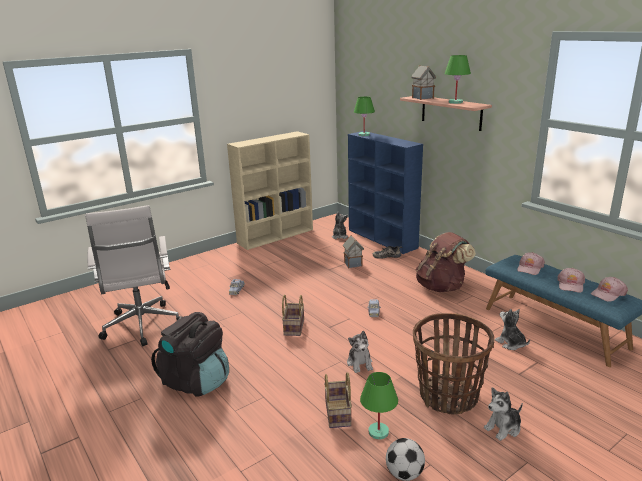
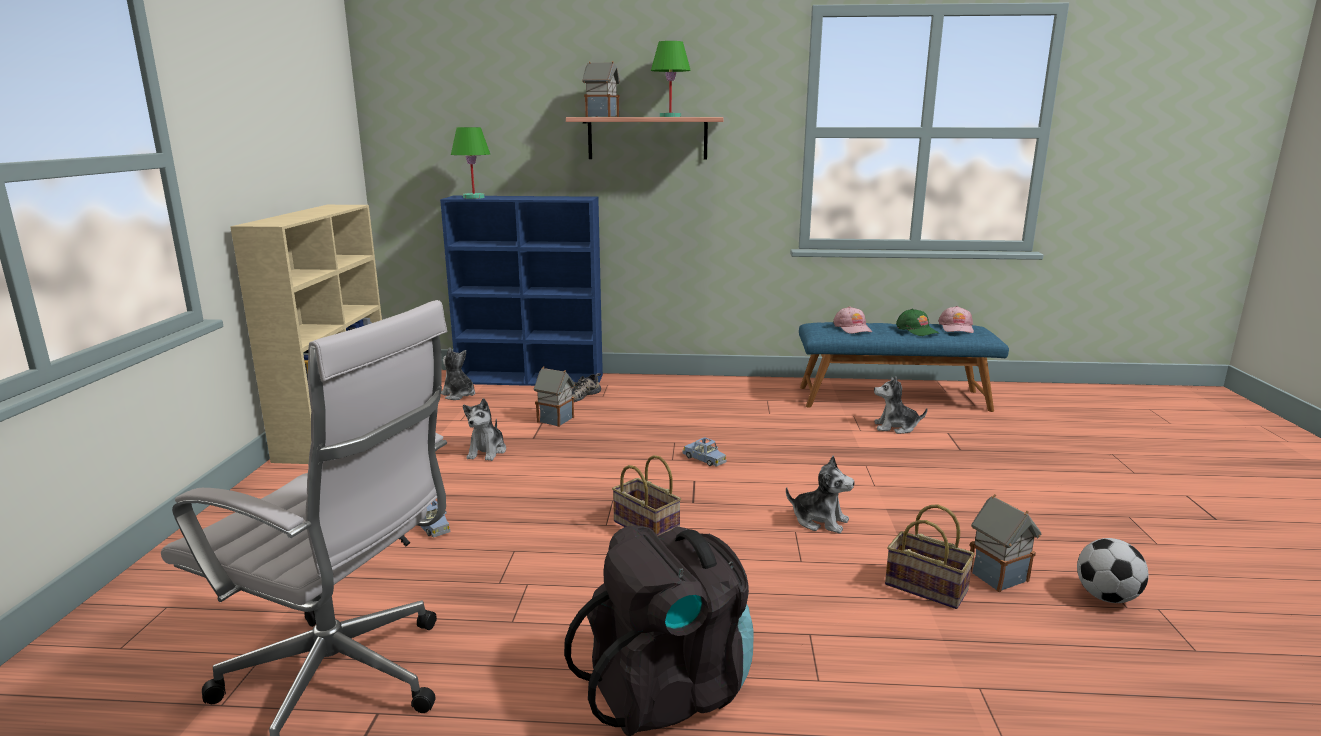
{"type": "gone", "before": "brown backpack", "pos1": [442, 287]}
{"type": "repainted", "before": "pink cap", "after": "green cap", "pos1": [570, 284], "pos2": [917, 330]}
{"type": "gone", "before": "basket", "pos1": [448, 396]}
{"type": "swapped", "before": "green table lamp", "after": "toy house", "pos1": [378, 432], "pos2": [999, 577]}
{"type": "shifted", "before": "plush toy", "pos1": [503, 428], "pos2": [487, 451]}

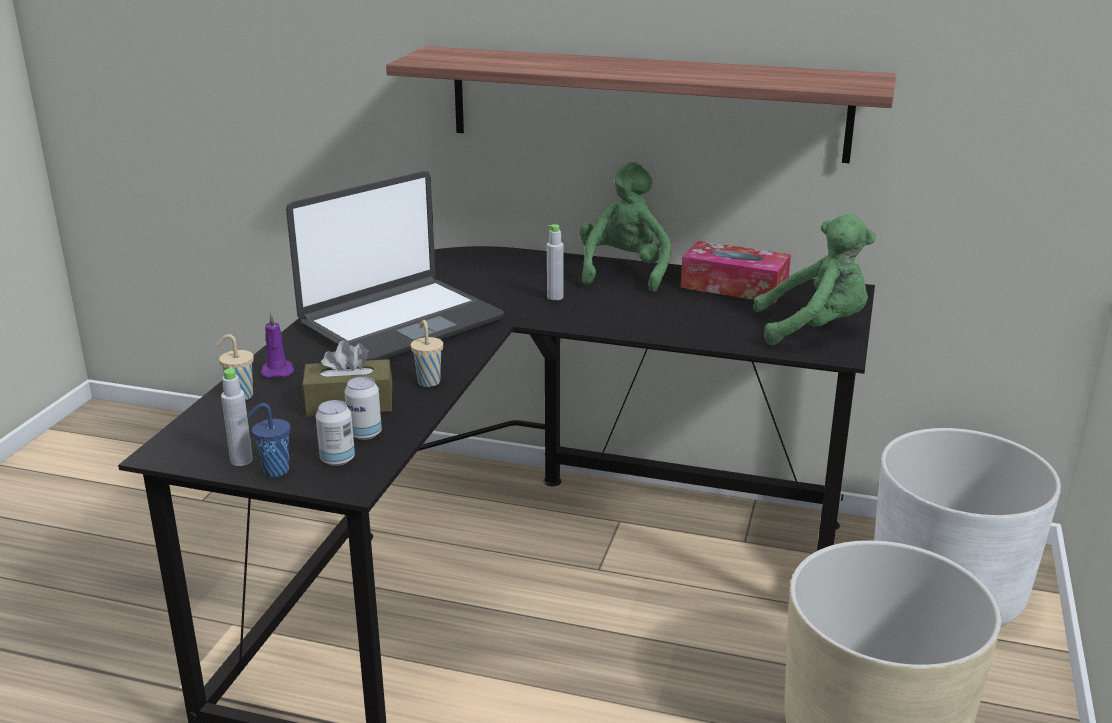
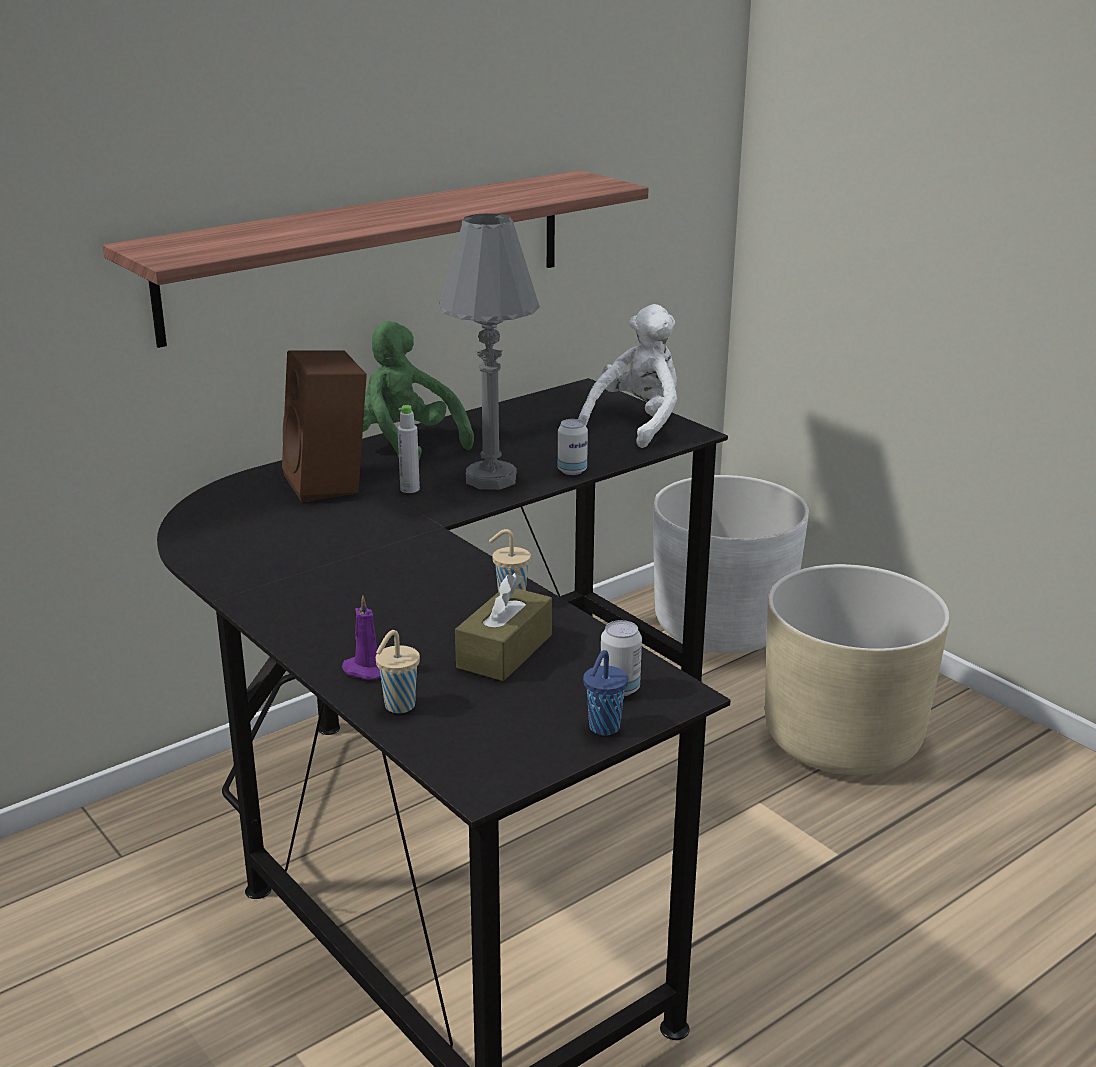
{"type": "gone", "before": "laptop", "pos1": [400, 322]}
{"type": "repainted", "before": "green plush toy", "after": "white plush toy", "pos1": [815, 329], "pos2": [637, 424]}
{"type": "gone", "before": "tissue box", "pos1": [734, 286]}
{"type": "gone", "before": "grey bottle", "pos1": [241, 460]}
{"type": "shifted", "before": "can", "pos1": [365, 434], "pos2": [572, 471]}
{"type": "new", "after": "grey table lamp", "pos2": [491, 479]}
{"type": "new", "after": "brown speaker", "pos2": [330, 484]}

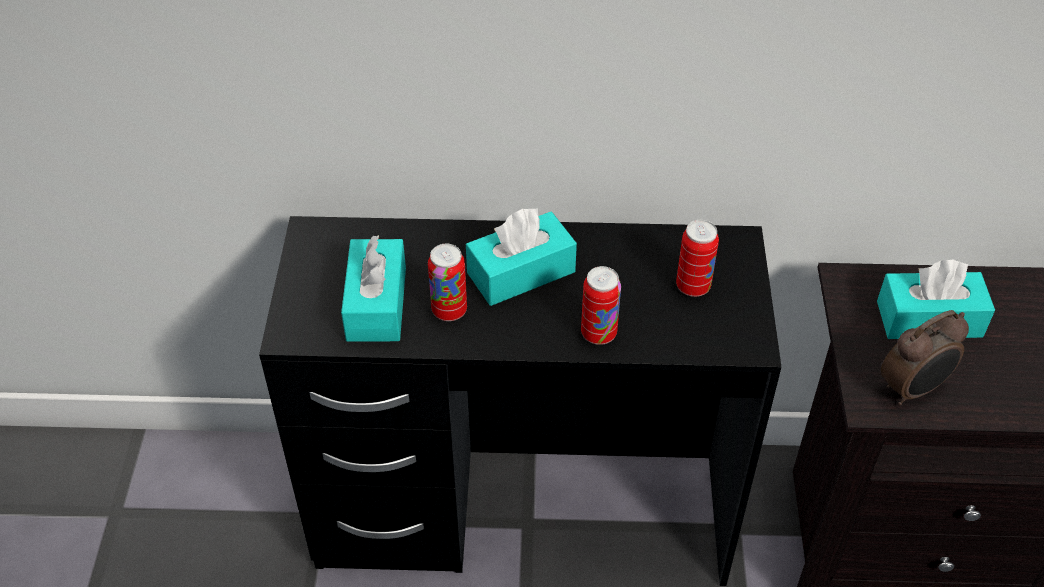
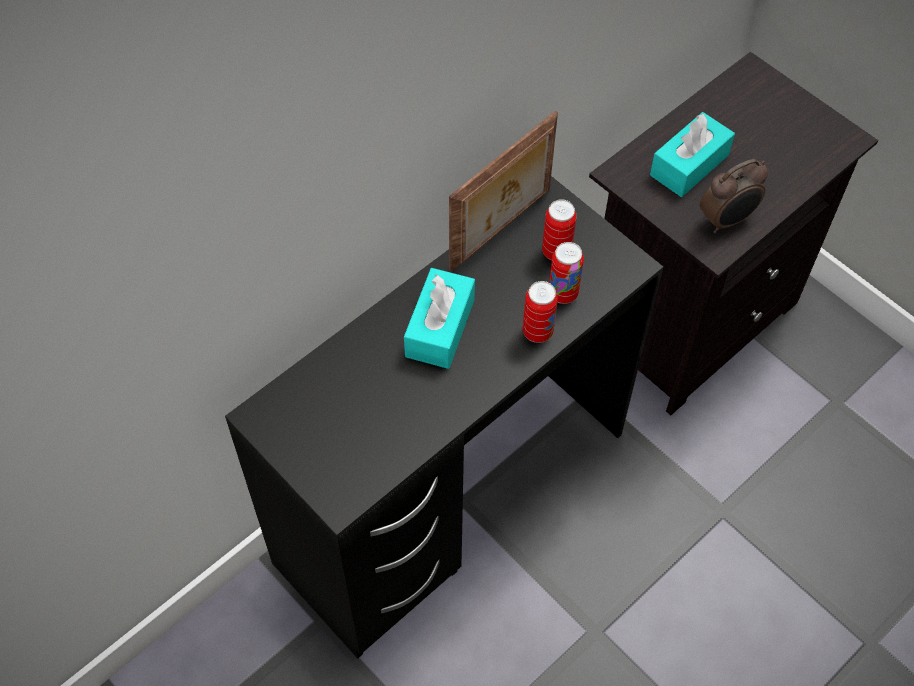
{"type": "gone", "before": "turquoise tissue box", "pos1": [376, 304]}
{"type": "shifted", "before": "can", "pos1": [449, 311], "pos2": [563, 293]}
{"type": "rotated", "before": "alarm clock", "pos1": [913, 389], "pos2": [727, 221], "turn": 45}
{"type": "new", "after": "picture frame", "pos2": [502, 230]}

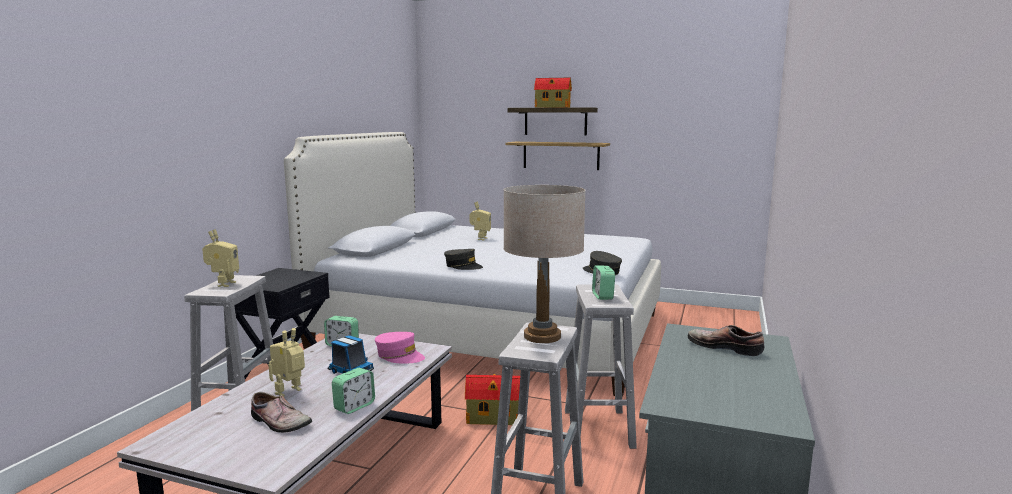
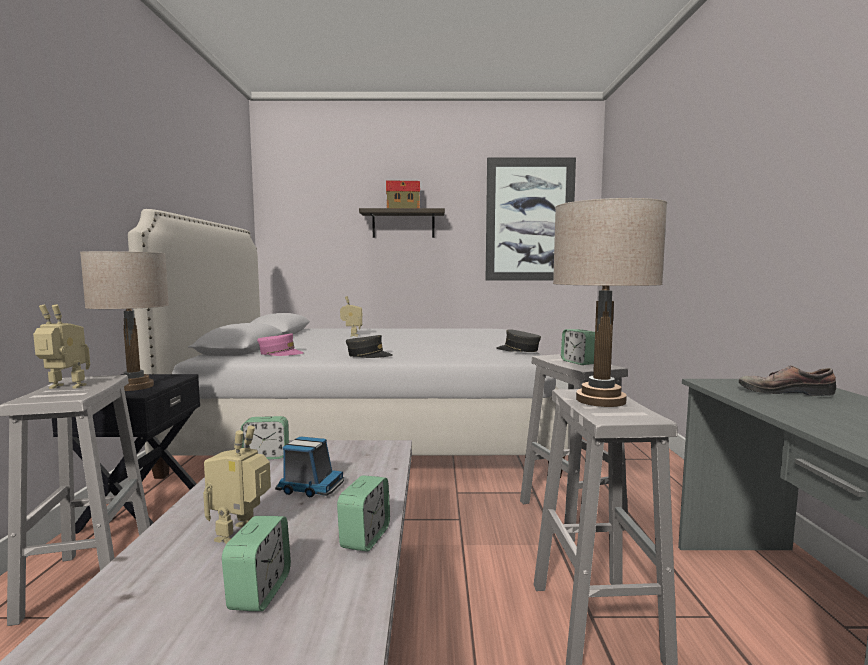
{"type": "gone", "before": "shelf", "pos1": [561, 155]}
{"type": "rotated", "before": "toy robot", "pos1": [223, 284], "pos2": [64, 387], "turn": -75}
{"type": "shifted", "before": "pink cap", "pos1": [399, 356], "pos2": [280, 353]}
{"type": "gone", "before": "toy house", "pos1": [492, 418]}
{"type": "swapped", "before": "shoe", "after": "alarm clock", "pos1": [278, 423], "pos2": [260, 592]}
{"type": "new", "after": "picture", "pos2": [529, 220]}
{"type": "new", "after": "beige table lamp", "pos2": [134, 387]}

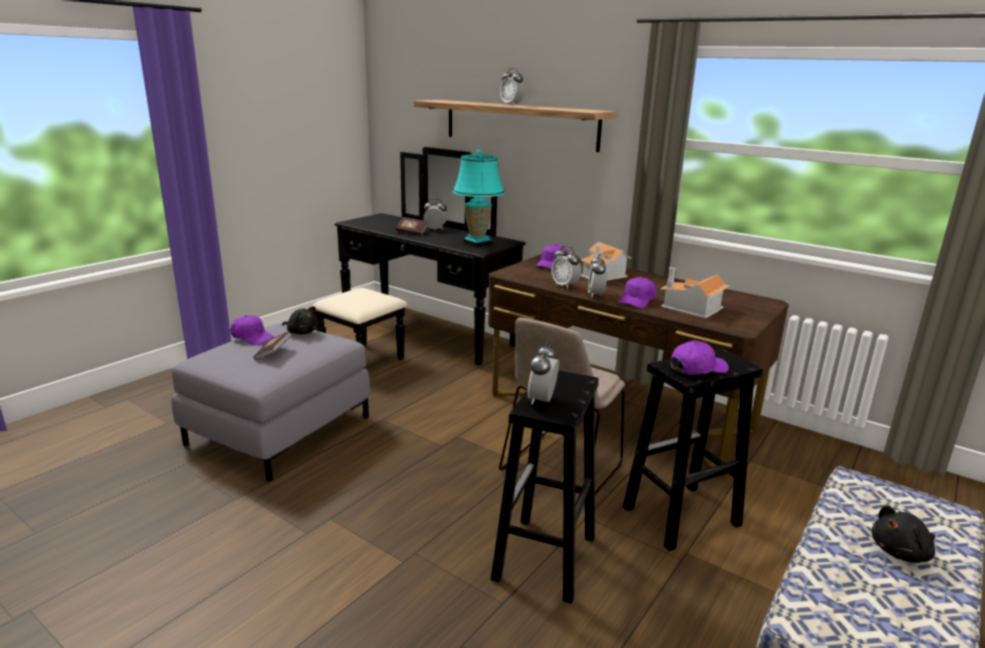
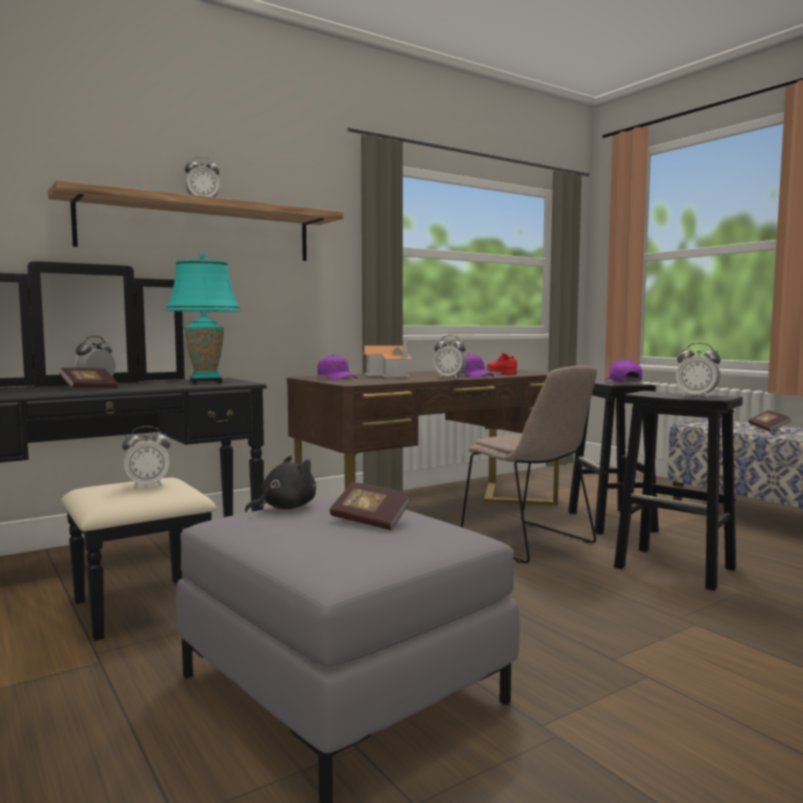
{"type": "shifted", "before": "alarm clock", "pos1": [565, 285], "pos2": [148, 485]}
{"type": "swapped", "before": "toy house", "after": "red shoe", "pos1": [691, 308], "pos2": [500, 373]}
{"type": "gone", "before": "purple cap", "pos1": [252, 337]}
{"type": "swapped", "before": "black plush toy", "after": "book", "pos1": [901, 552], "pos2": [768, 429]}

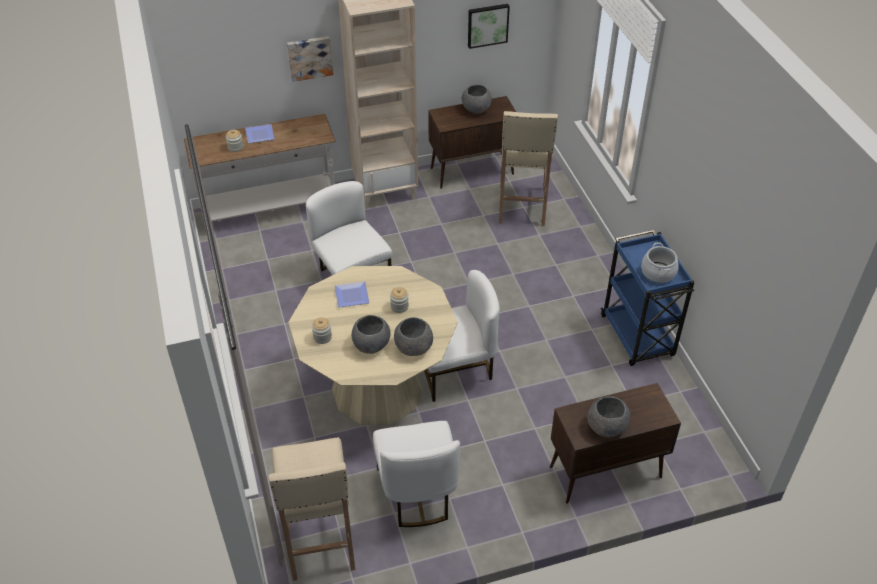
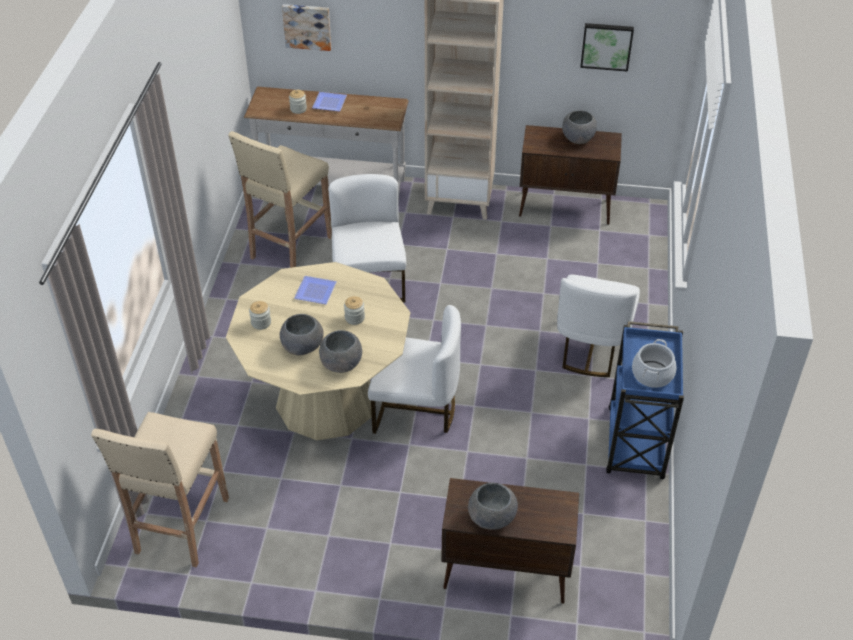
{"type": "shifted", "before": "picture", "pos1": [309, 57], "pos2": [307, 26]}
{"type": "shifted", "before": "beige stool", "pos1": [522, 206], "pos2": [290, 248]}
{"type": "shifted", "before": "white chair", "pos1": [417, 493], "pos2": [591, 348]}

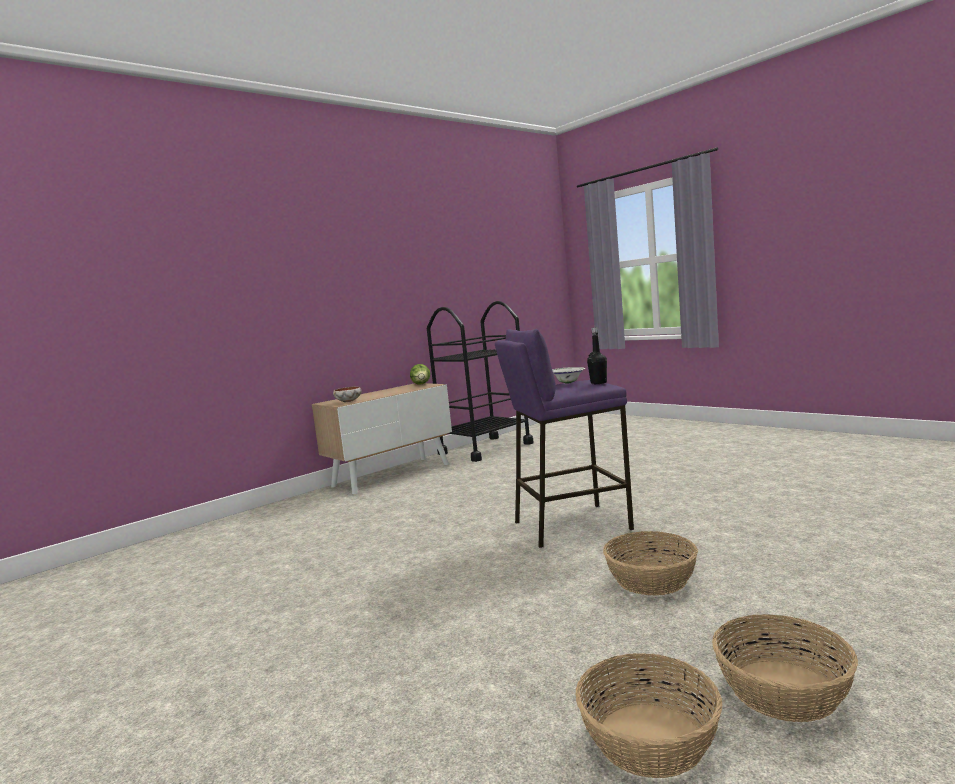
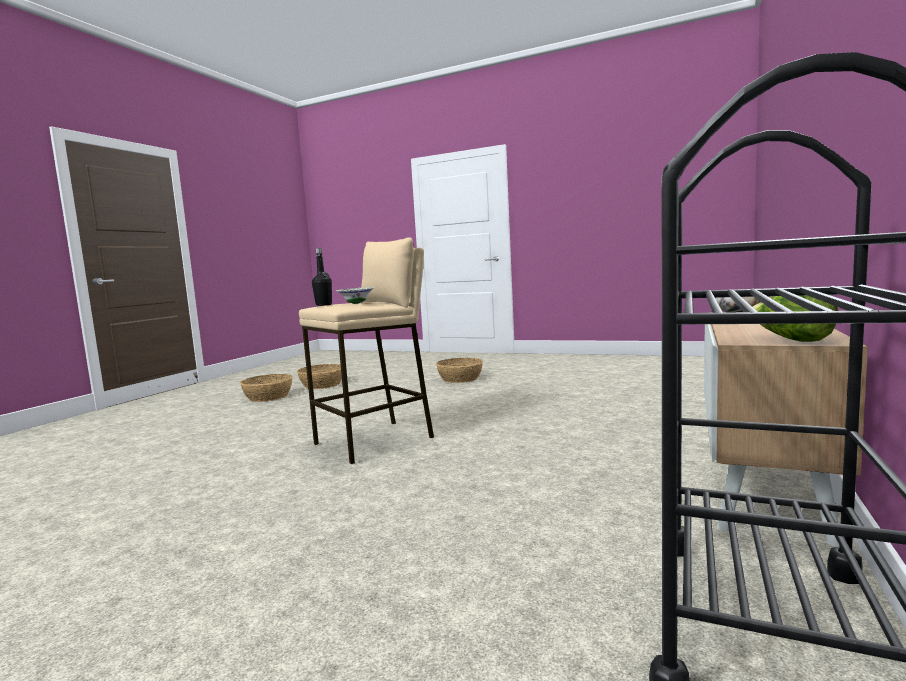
{"type": "repainted", "before": "purple stool", "after": "beige stool", "pos1": [570, 525], "pos2": [375, 441]}
{"type": "shifted", "before": "basket", "pos1": [651, 579], "pos2": [460, 379]}

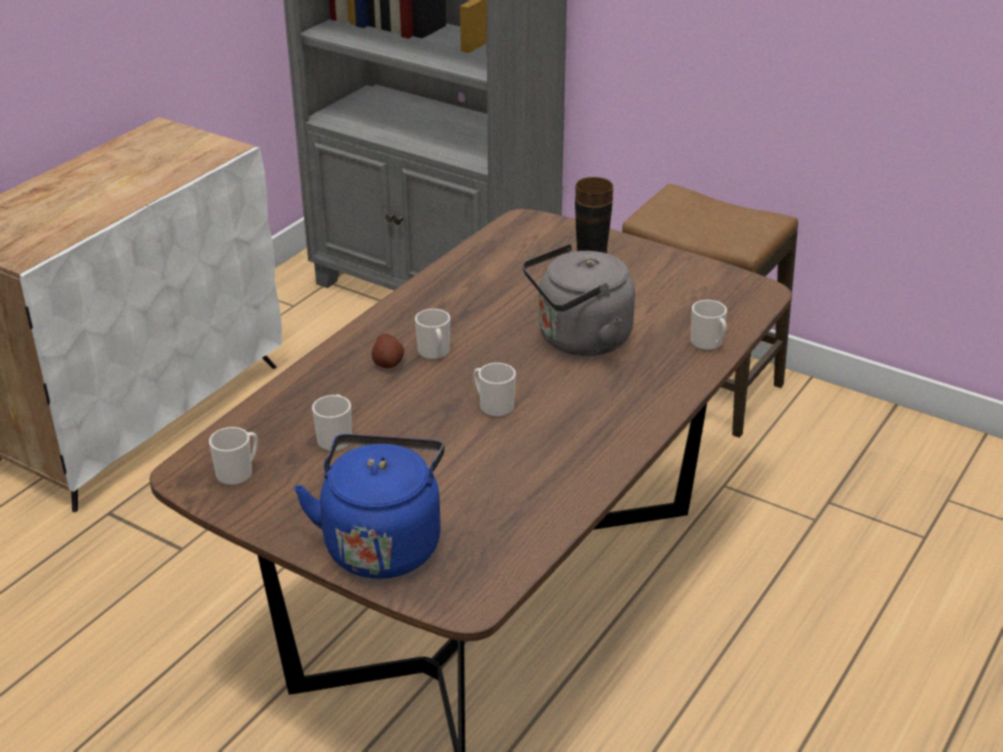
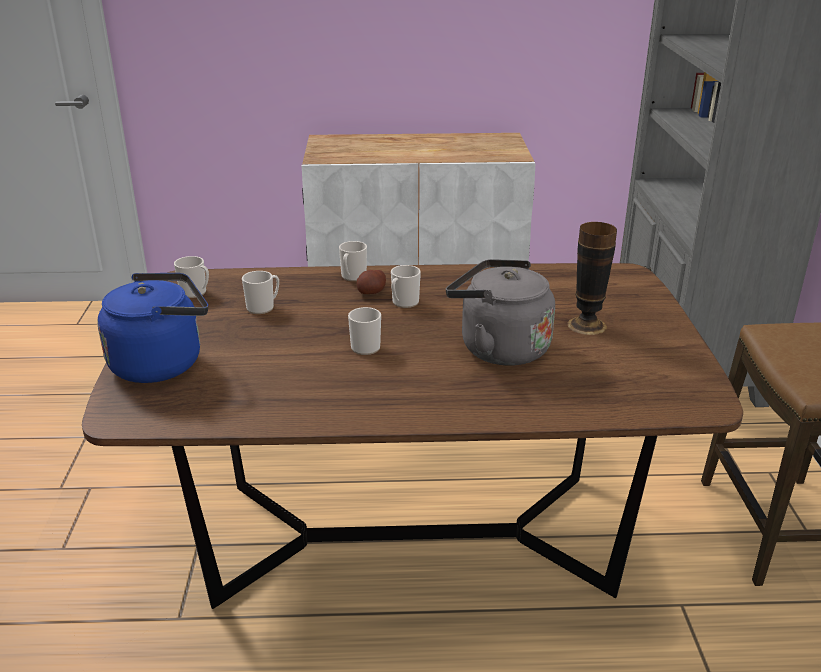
{"type": "shifted", "before": "mug", "pos1": [708, 344], "pos2": [352, 277]}

